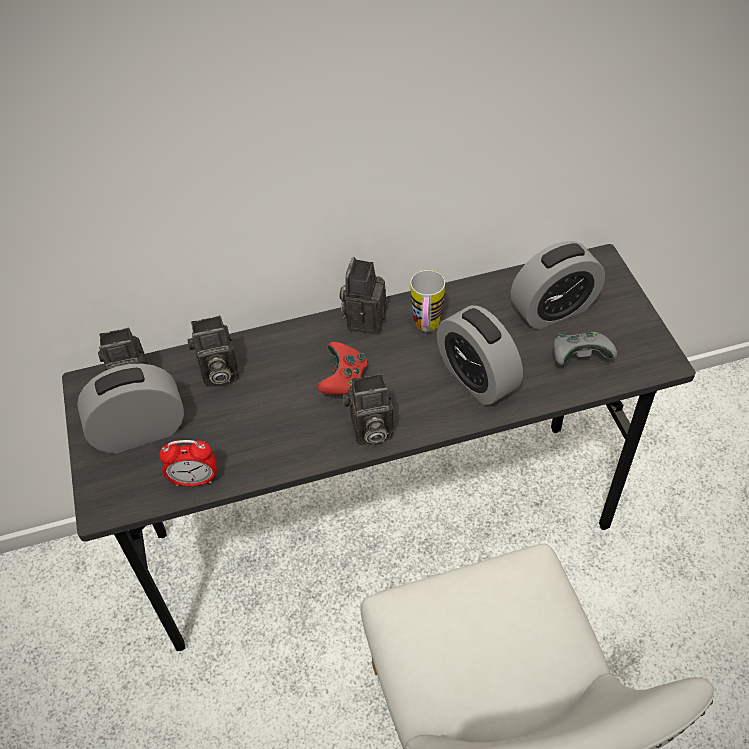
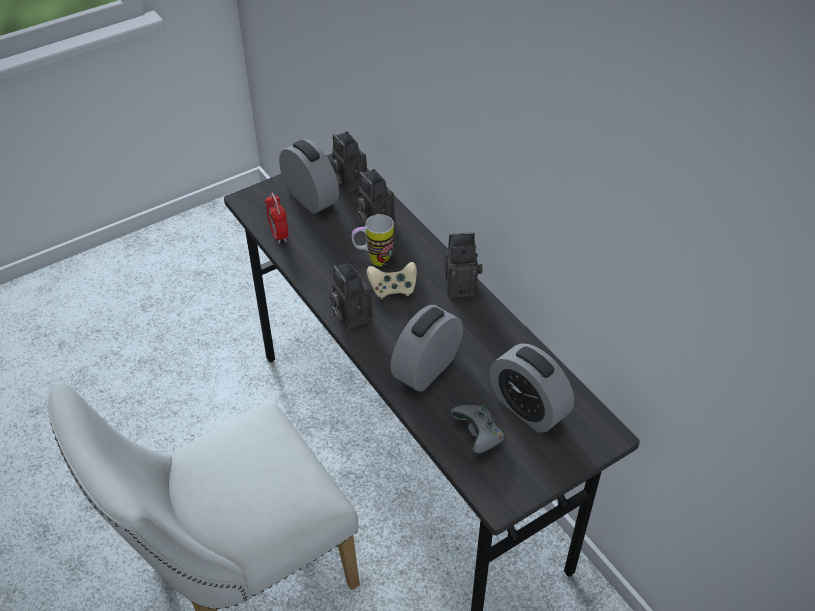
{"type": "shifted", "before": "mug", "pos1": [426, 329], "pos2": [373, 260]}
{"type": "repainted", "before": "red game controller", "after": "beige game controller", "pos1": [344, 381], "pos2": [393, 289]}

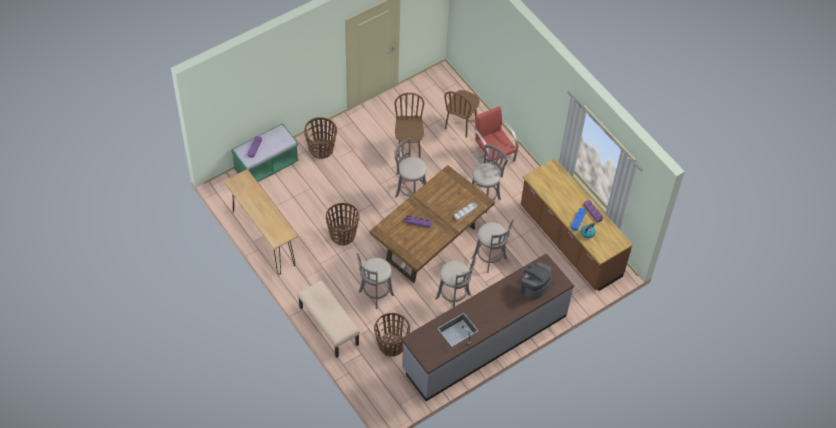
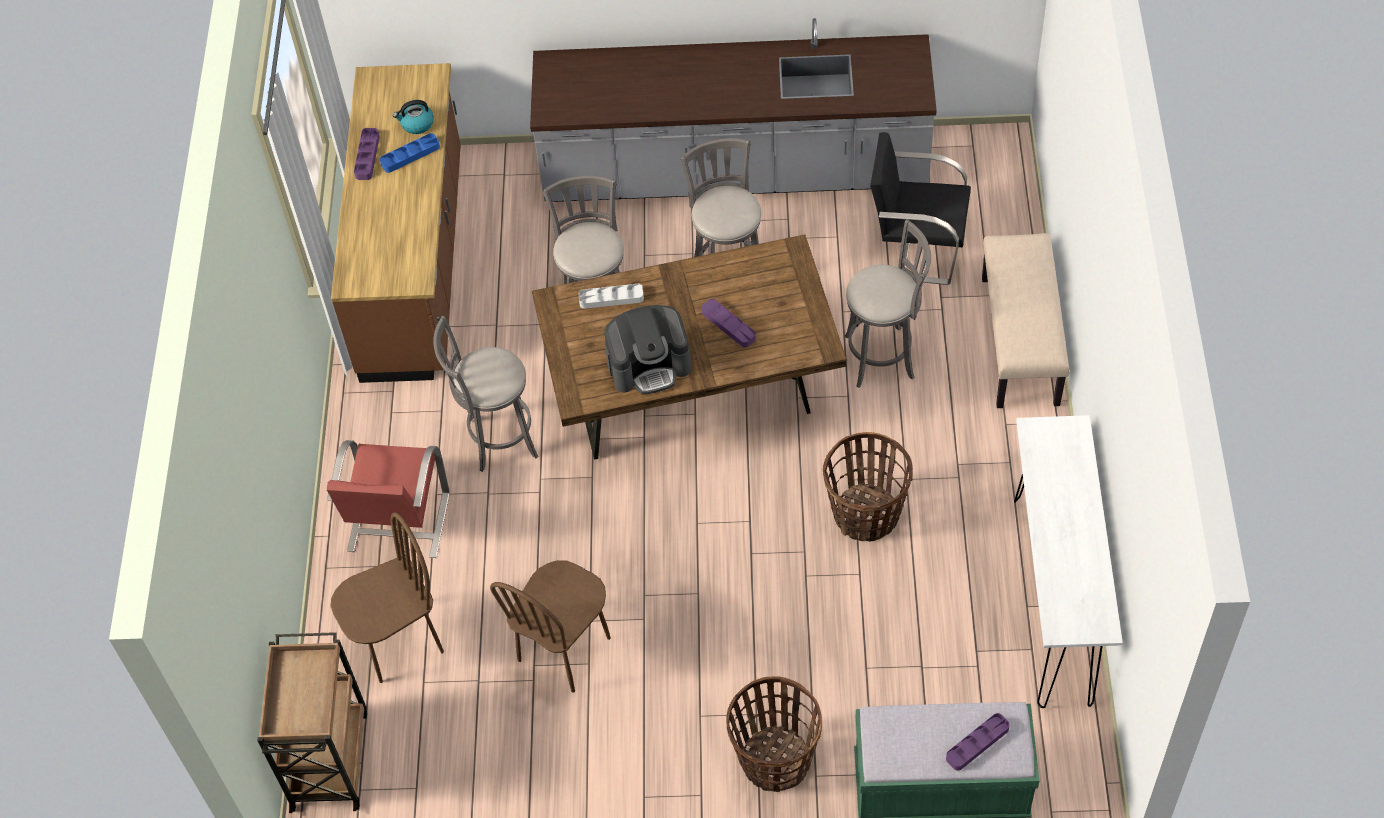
{"type": "gone", "before": "grey stool", "pos1": [409, 192]}
{"type": "repainted", "before": "brown console table", "after": "white console table", "pos1": [263, 238], "pos2": [1053, 599]}
{"type": "shifted", "before": "coffee machine", "pos1": [534, 285], "pos2": [649, 365]}
{"type": "swapped", "before": "basket", "after": "black chair", "pos1": [391, 345], "pos2": [916, 248]}
{"type": "new", "after": "brown cart", "pos2": [329, 757]}

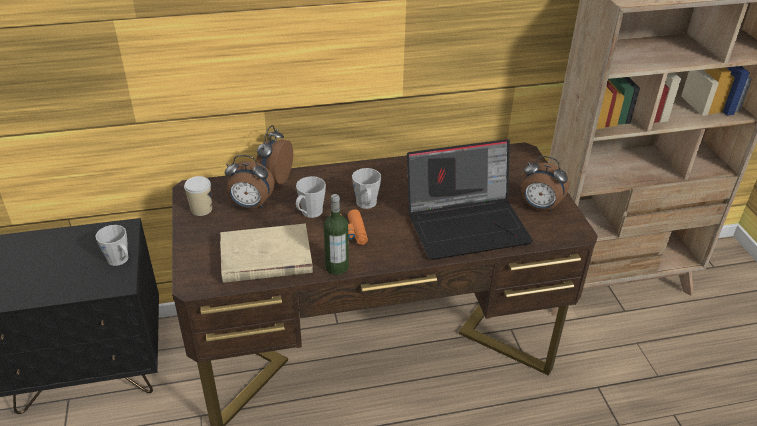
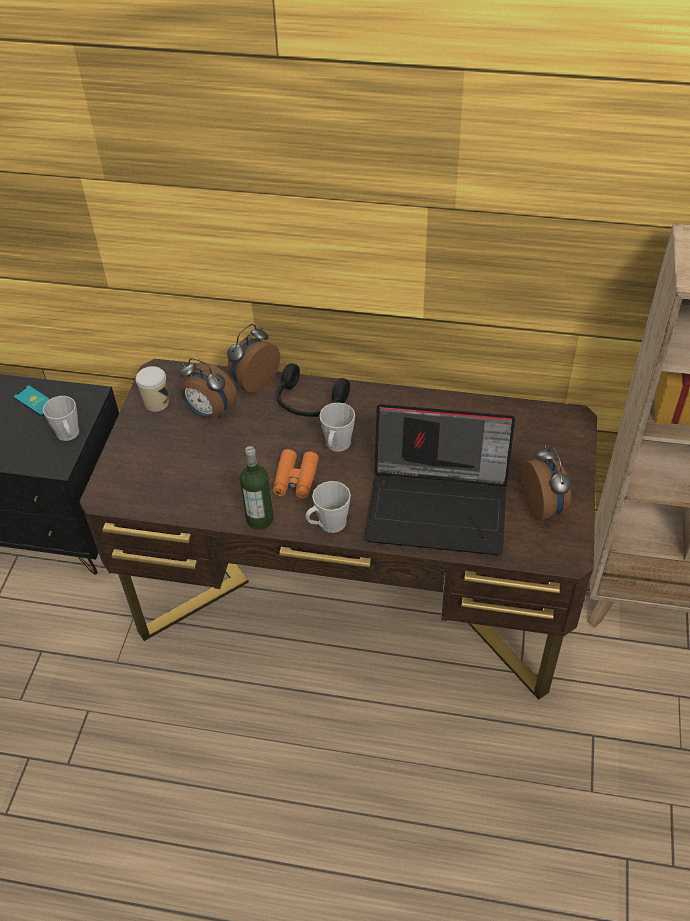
{"type": "rotated", "before": "alarm clock", "pos1": [539, 207], "pos2": [543, 506], "turn": -150}
{"type": "shifted", "before": "grey mug", "pos1": [309, 213], "pos2": [328, 524]}
{"type": "gone", "before": "beige book", "pos1": [265, 258]}
{"type": "new", "after": "black headphones", "pos2": [309, 403]}
{"type": "new", "after": "phone", "pos2": [35, 401]}

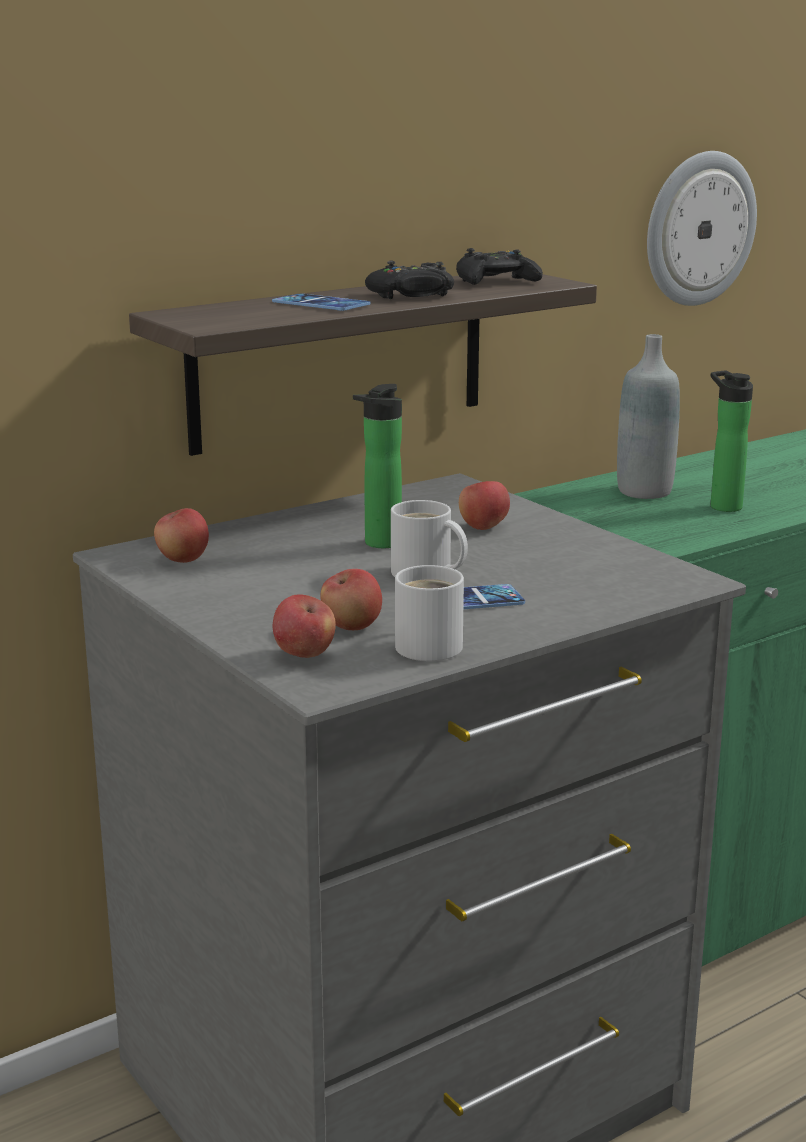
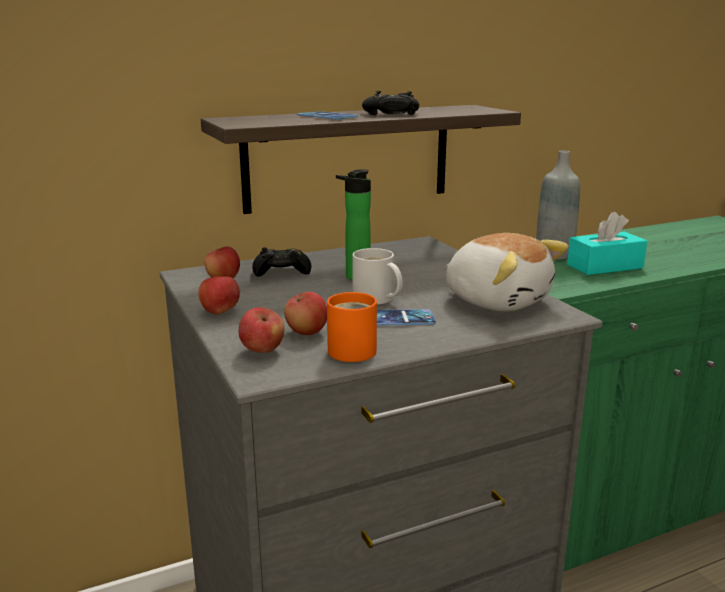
{"type": "gone", "before": "wall clock", "pos1": [698, 229]}
{"type": "shifted", "before": "black game controller", "pos1": [496, 281], "pos2": [282, 271]}
{"type": "swapped", "before": "bottle", "after": "turquoise tissue box", "pos1": [722, 506], "pos2": [604, 266]}
{"type": "shifted", "before": "apple", "pos1": [483, 527], "pos2": [220, 311]}
{"type": "repainted", "before": "white mug", "after": "orange mug", "pos1": [432, 645], "pos2": [355, 349]}
{"type": "new", "after": "plush toy", "pos2": [497, 300]}

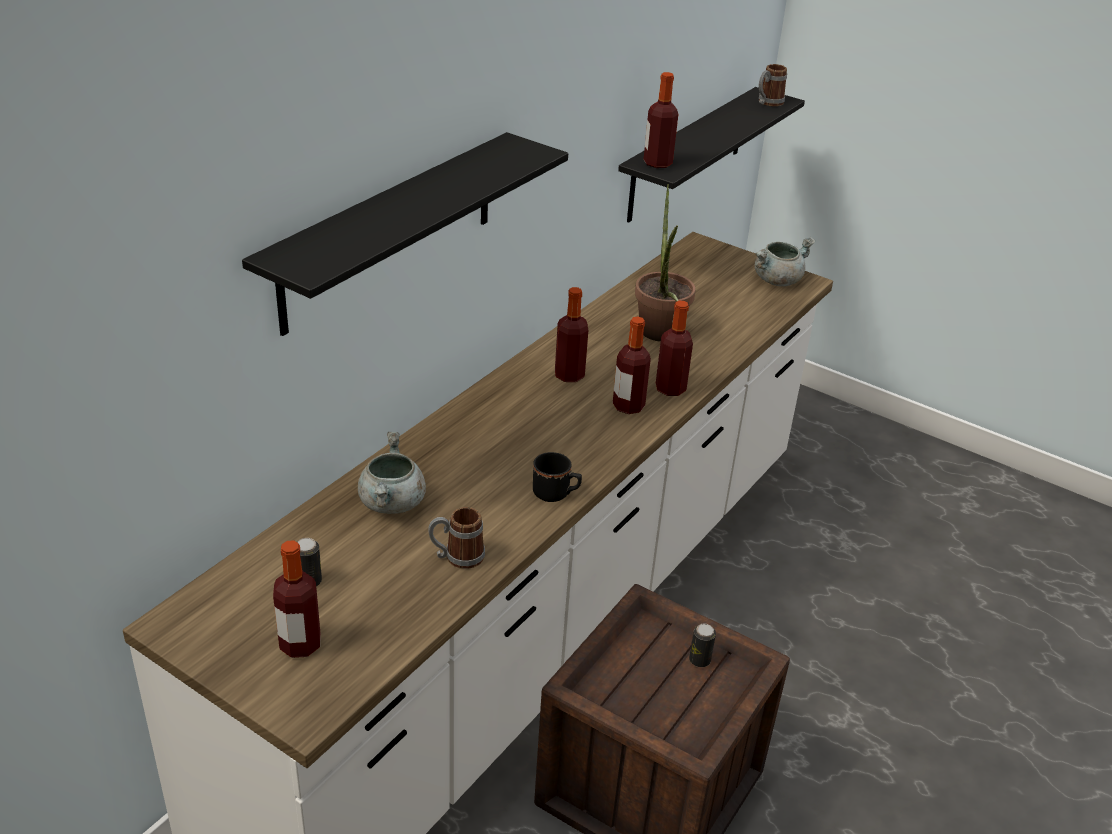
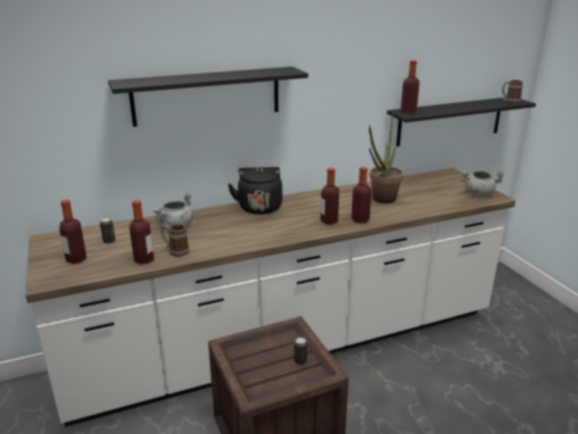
{"type": "shifted", "before": "bottle", "pos1": [569, 375], "pos2": [144, 260]}
{"type": "gone", "before": "black mug", "pos1": [556, 494]}
{"type": "new", "after": "black kettle", "pos2": [259, 207]}

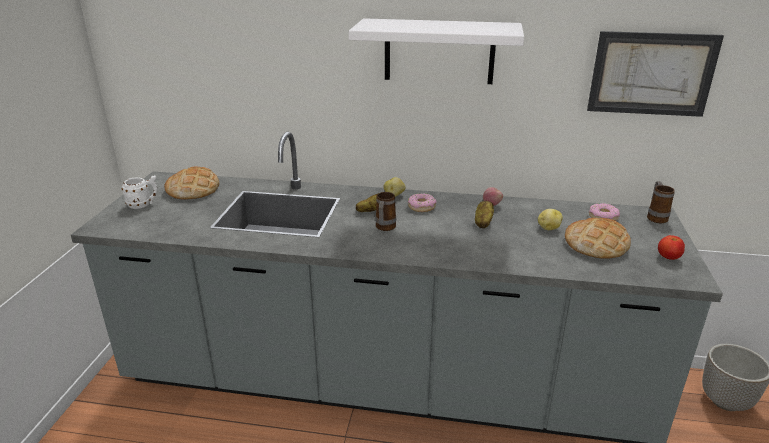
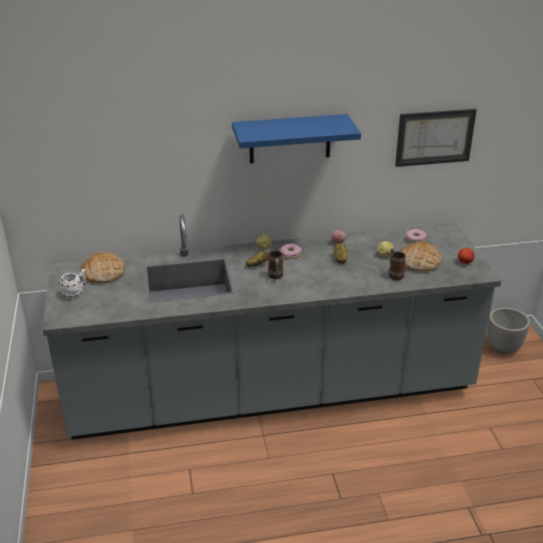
{"type": "repainted", "before": "white shelf", "after": "blue shelf", "pos1": [439, 51], "pos2": [290, 139]}
{"type": "shifted", "before": "mug", "pos1": [655, 217], "pos2": [395, 274]}

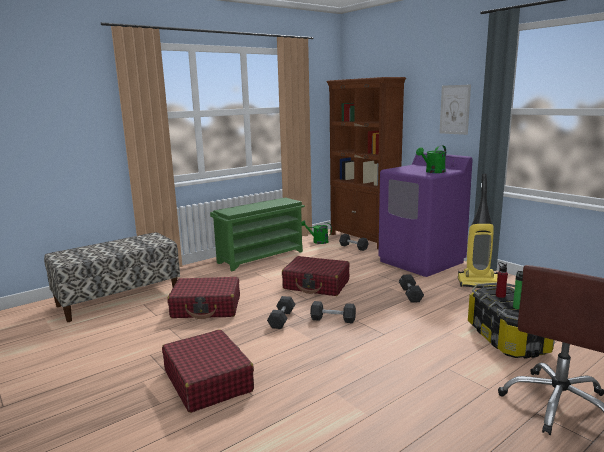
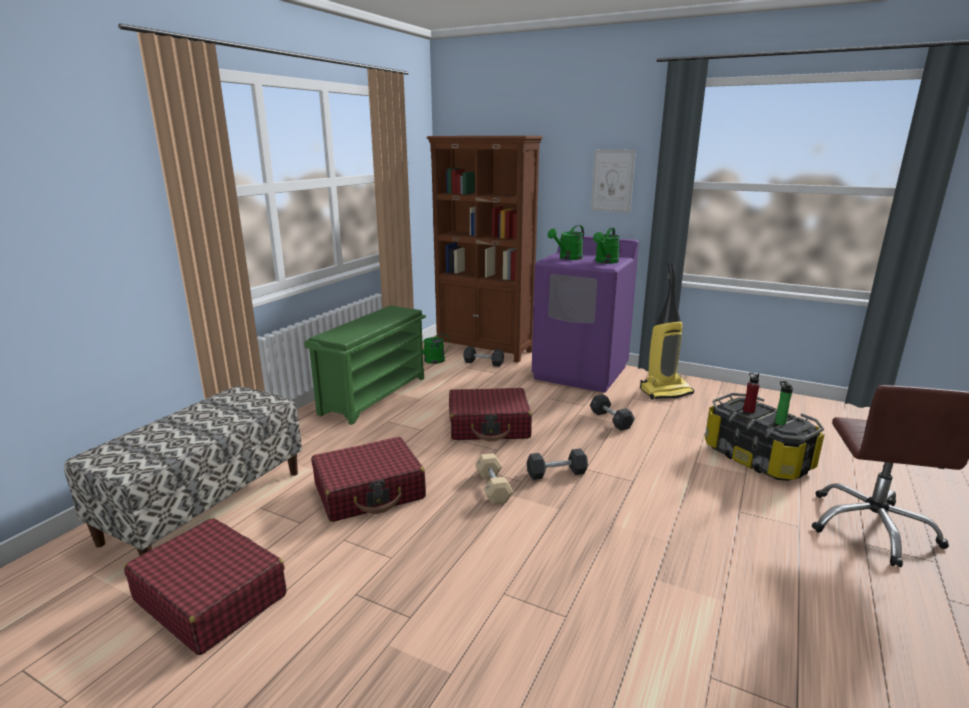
{"type": "repainted", "before": "black dumbbell", "after": "beige dumbbell", "pos1": [282, 319], "pos2": [493, 487]}
{"type": "shifted", "before": "red suitcase", "pos1": [208, 380], "pos2": [210, 597]}
{"type": "new", "after": "green watering can", "pos2": [568, 258]}

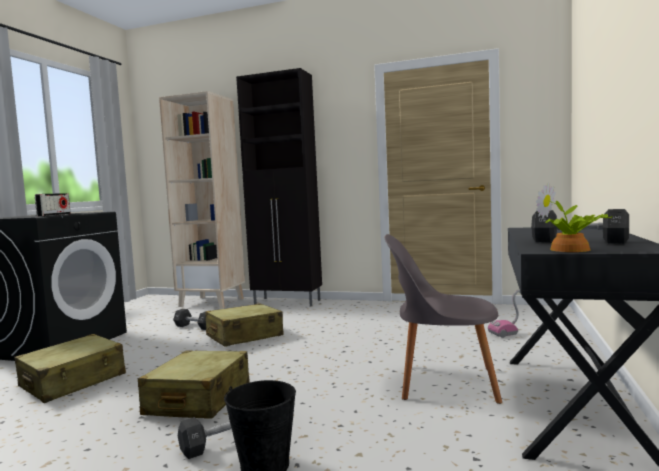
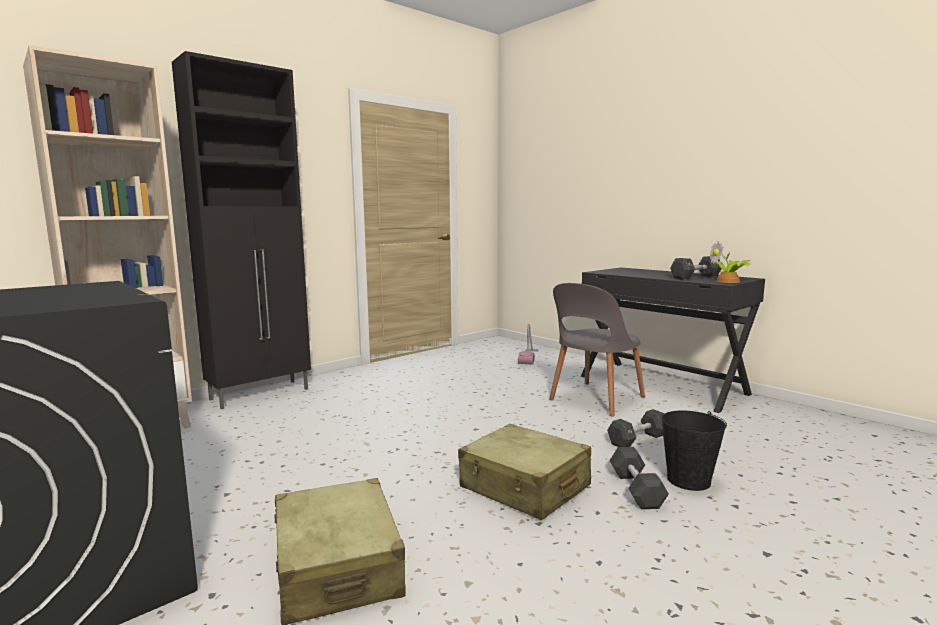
{"type": "gone", "before": "radio", "pos1": [54, 215]}
{"type": "gone", "before": "beige suitcase", "pos1": [244, 336]}
{"type": "shifted", "before": "black dumbbell", "pos1": [195, 327], "pos2": [637, 439]}

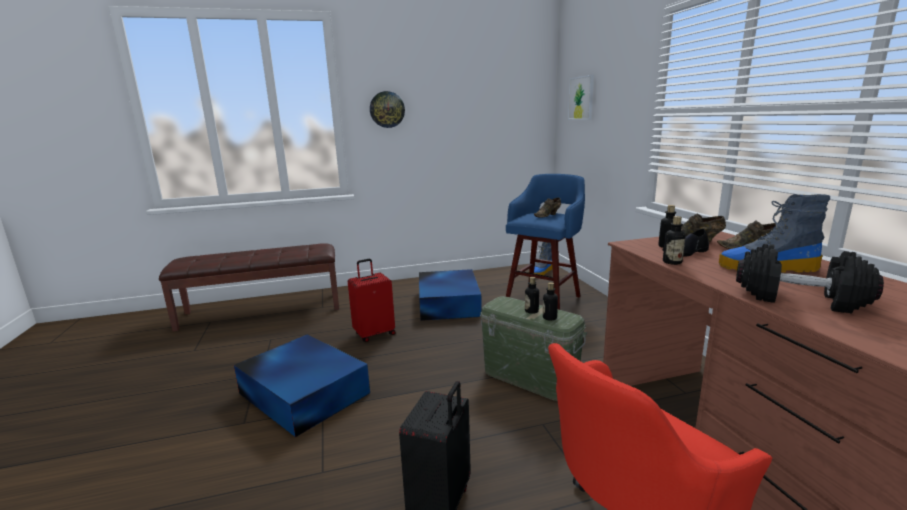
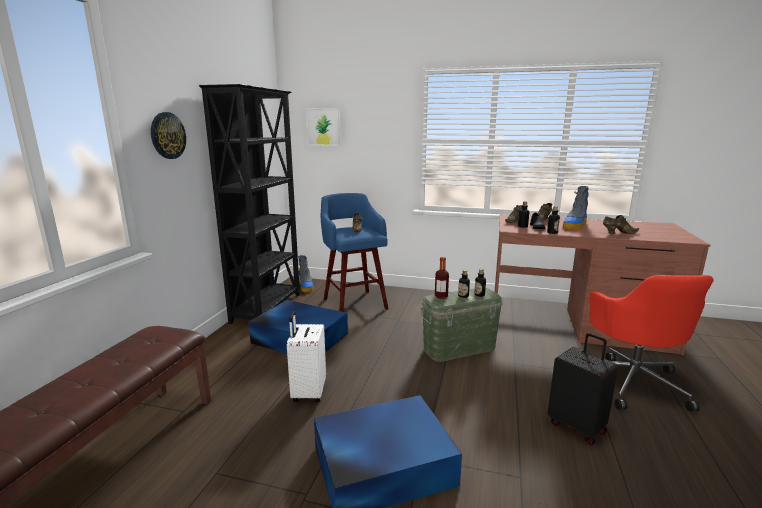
{"type": "swapped", "before": "black dumbbell", "after": "brown shoe", "pos1": [800, 298], "pos2": [618, 233]}
{"type": "repainted", "before": "red suitcase", "after": "white suitcase", "pos1": [374, 334], "pos2": [308, 392]}
{"type": "new", "after": "black bookcase", "pos2": [268, 308]}
{"type": "new", "after": "bottle", "pos2": [441, 296]}

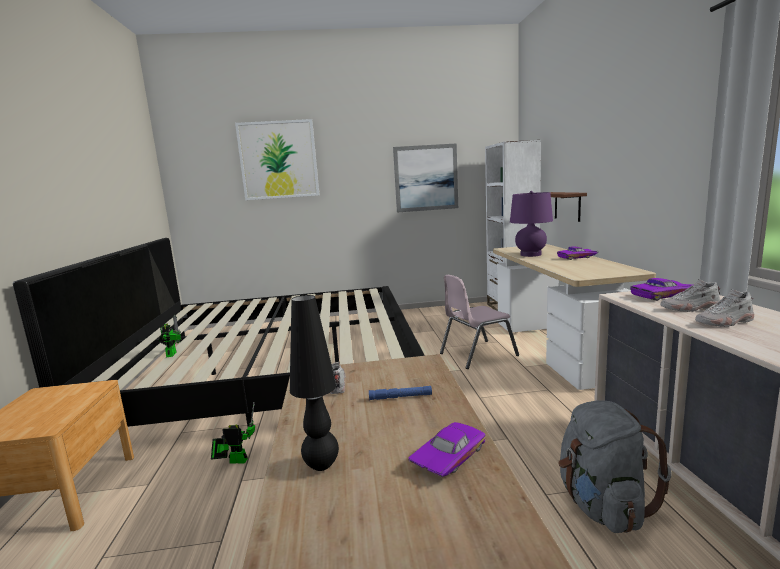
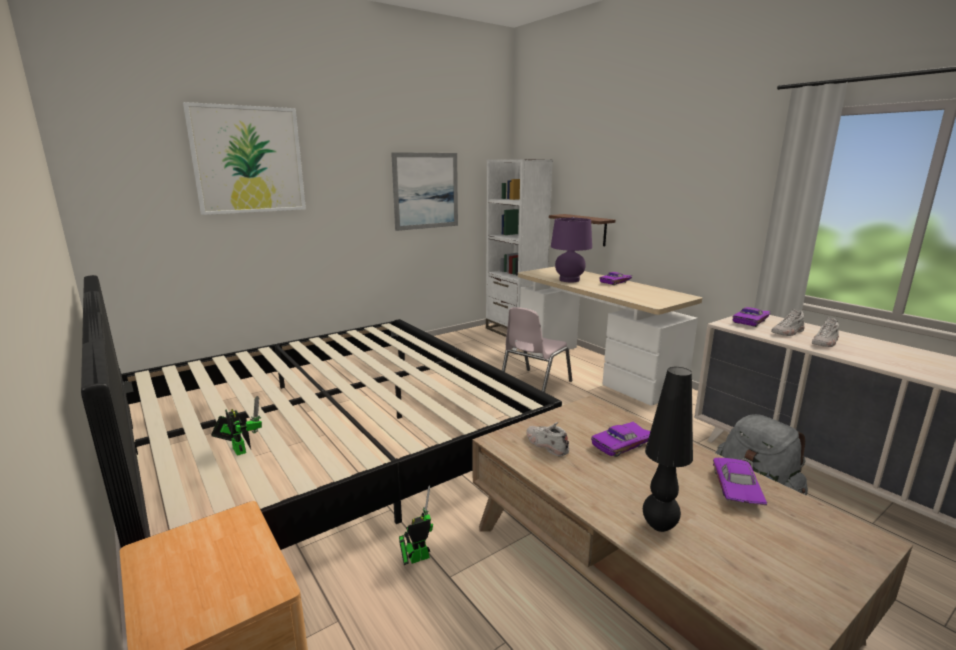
{"type": "swapped", "before": "blue flashlight", "after": "purple toy car", "pos1": [400, 397], "pos2": [623, 445]}

